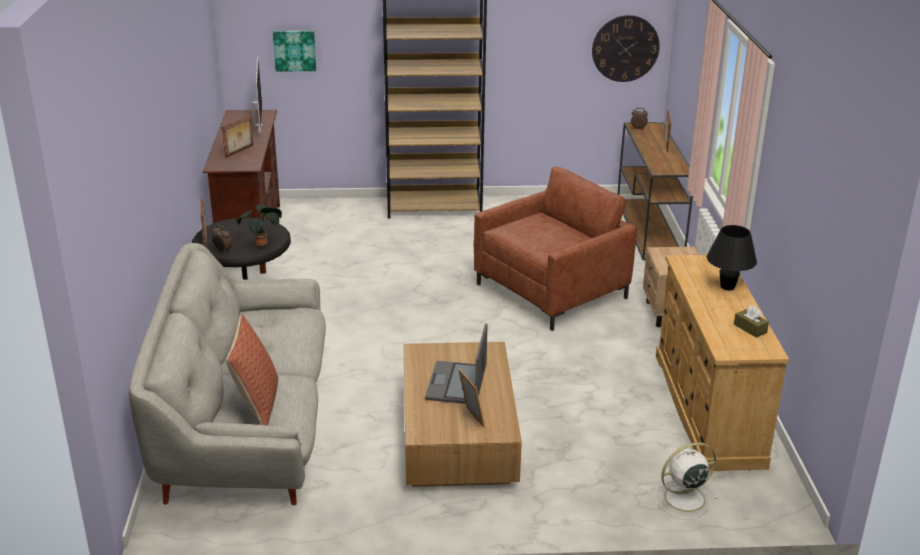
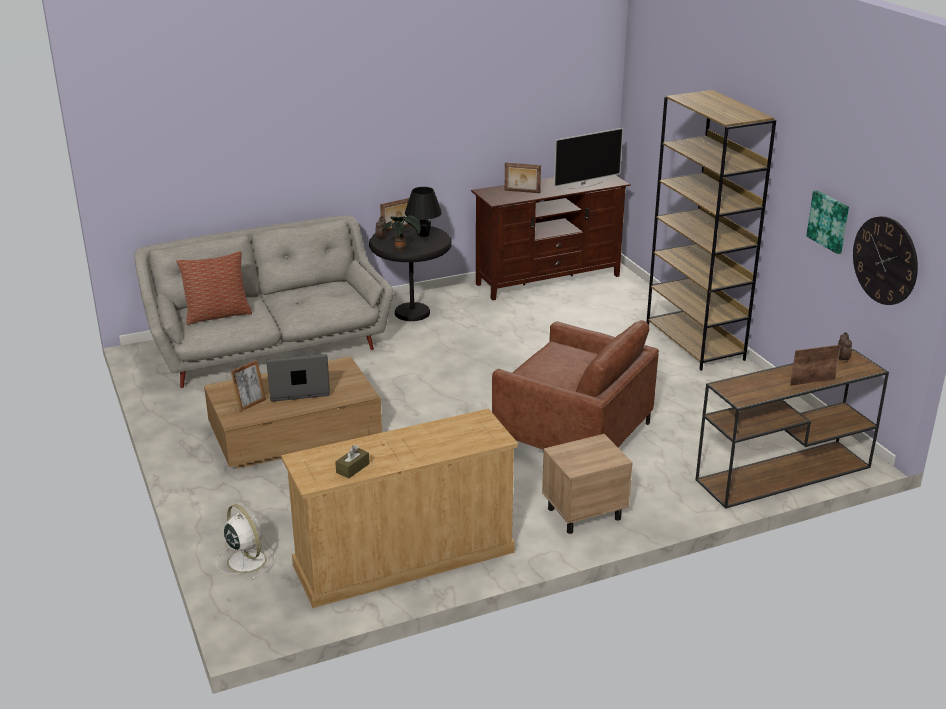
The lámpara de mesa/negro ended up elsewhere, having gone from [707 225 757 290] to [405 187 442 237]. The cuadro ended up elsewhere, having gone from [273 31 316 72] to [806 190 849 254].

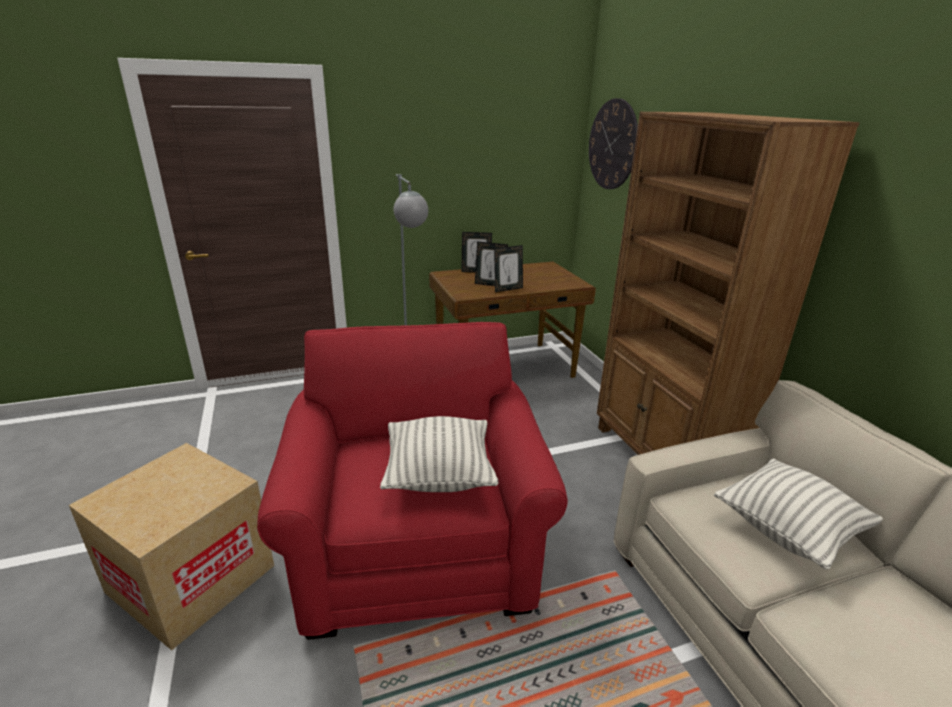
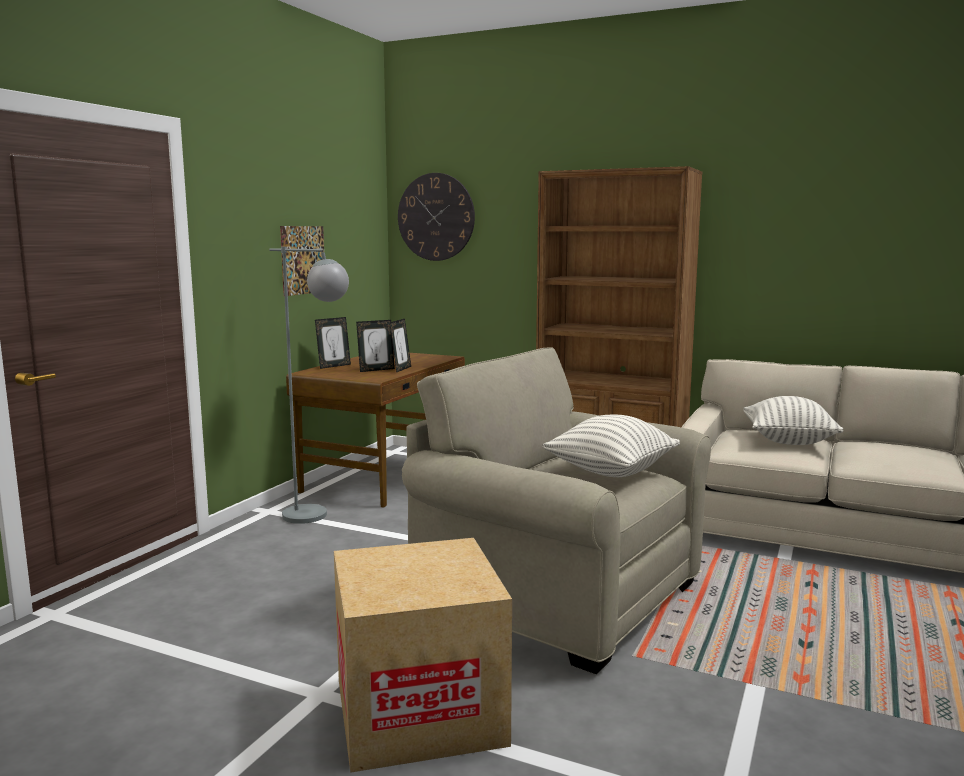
The second view gained the cuadro at [280 226 324 296]. What was the sillón/rojo at [257 322 568 640] turned into the sillón/beis at [402 348 711 674].

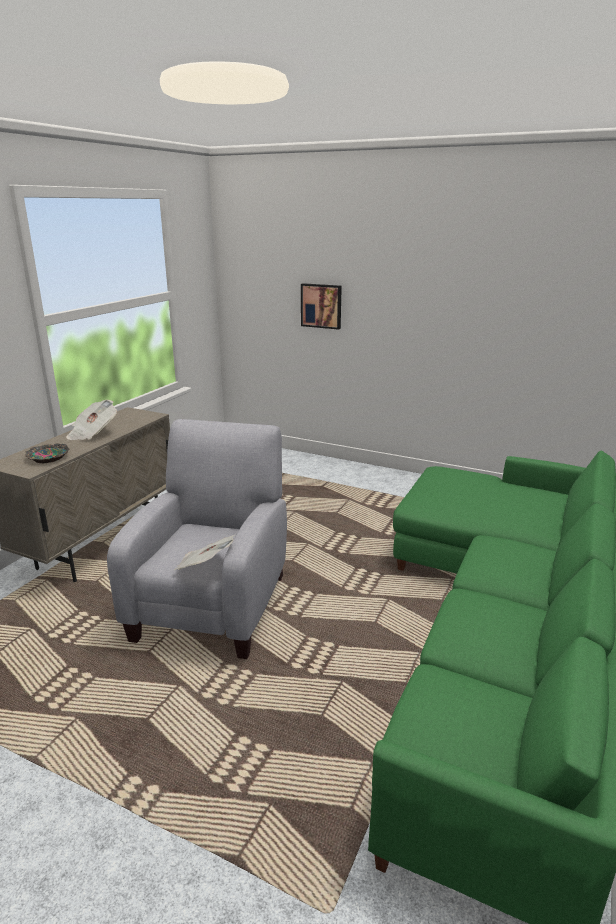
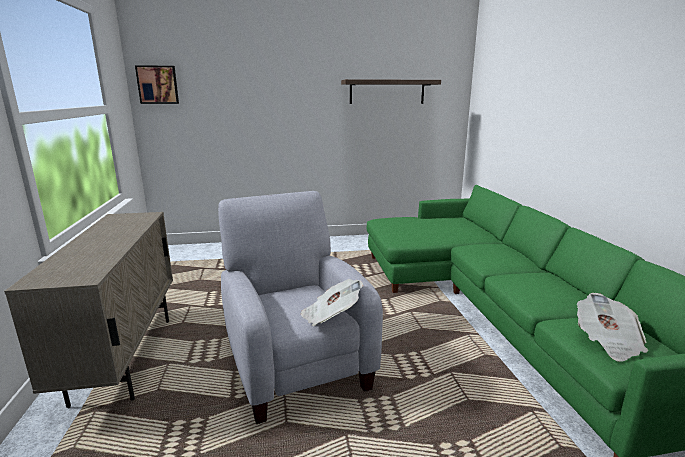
The cuadro ended up elsewhere, having gone from [301 283 342 330] to [135 65 179 104]. The second view gained the estante at [341 79 441 104]. The periódico ended up elsewhere, having gone from [66 400 117 440] to [577 293 648 362]. The second view lost the cuenco at [25 443 69 463].

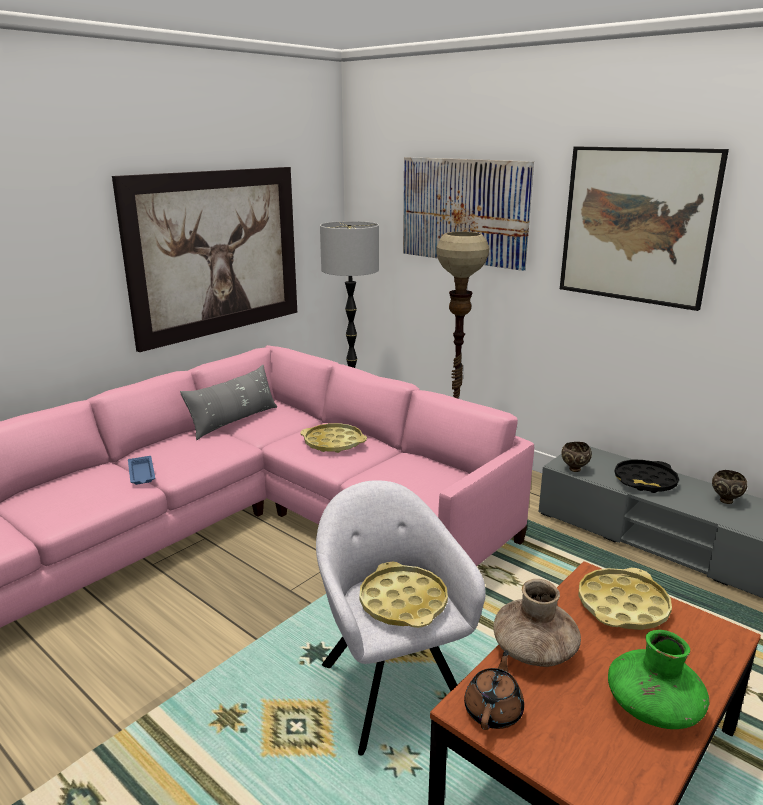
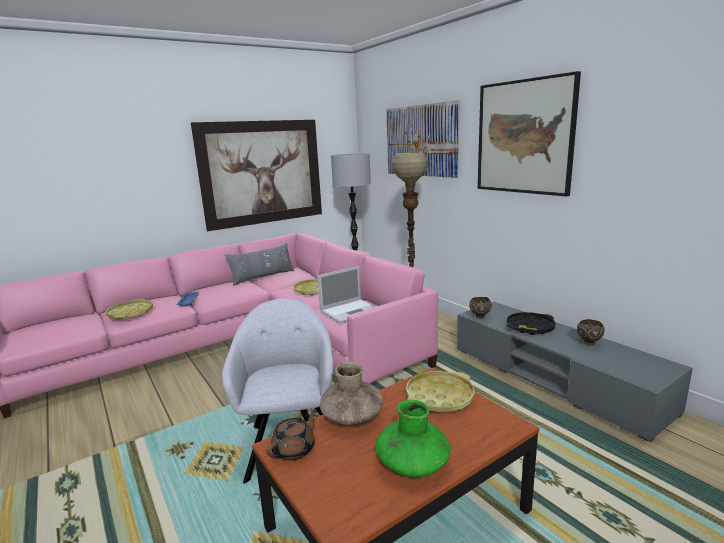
The bandeja/amarillo ended up elsewhere, having gone from [360 562 448 628] to [106 299 153 320]. The second view gained the portátil at [318 266 376 323].

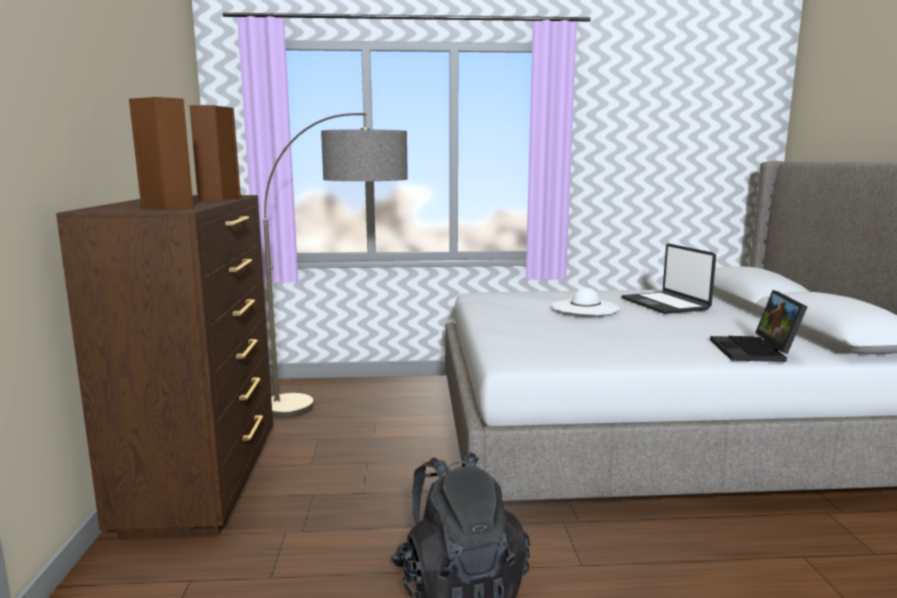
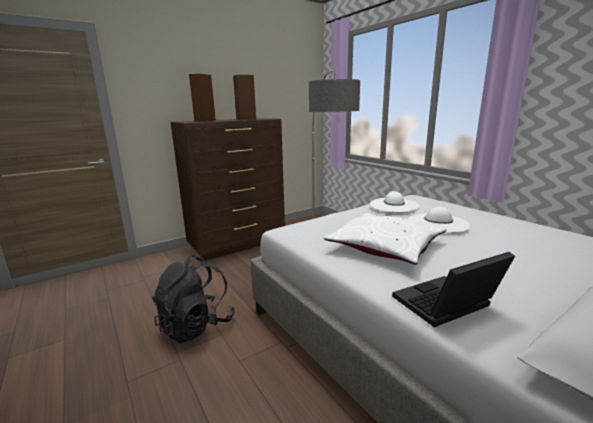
The second view gained the cojín/blanco at [324 213 446 265]. The second view gained the sombrero/blanco at [369 191 420 212]. The second view lost the portátil at [621 244 716 314].

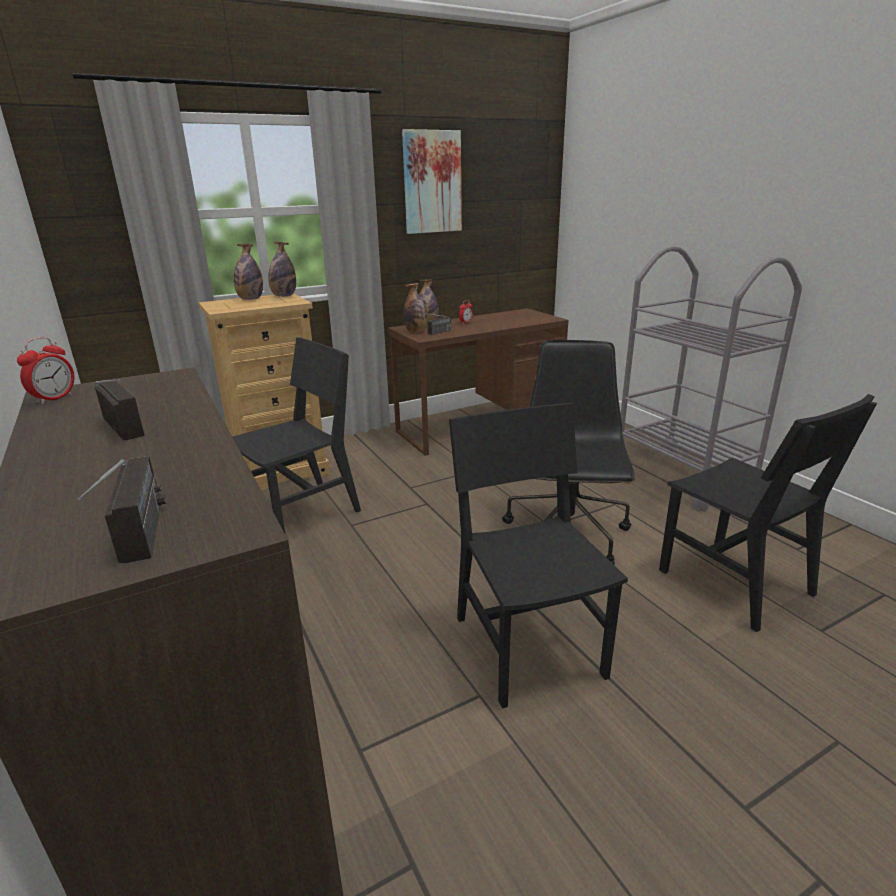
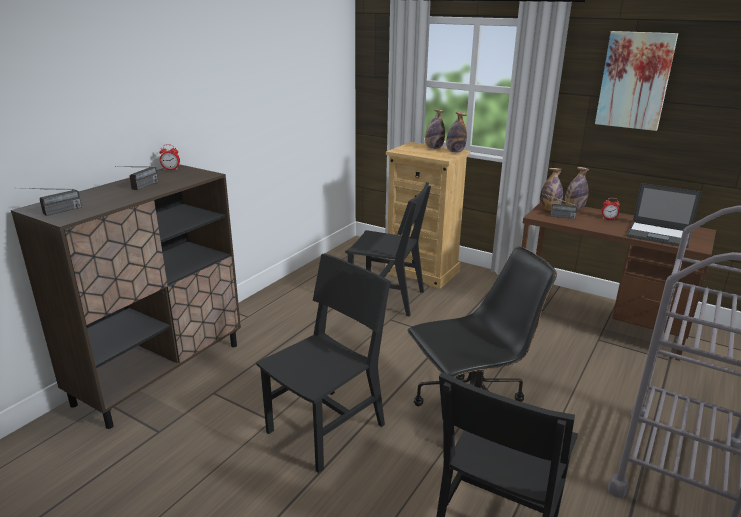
The second view gained the portátil at [627 183 702 248].

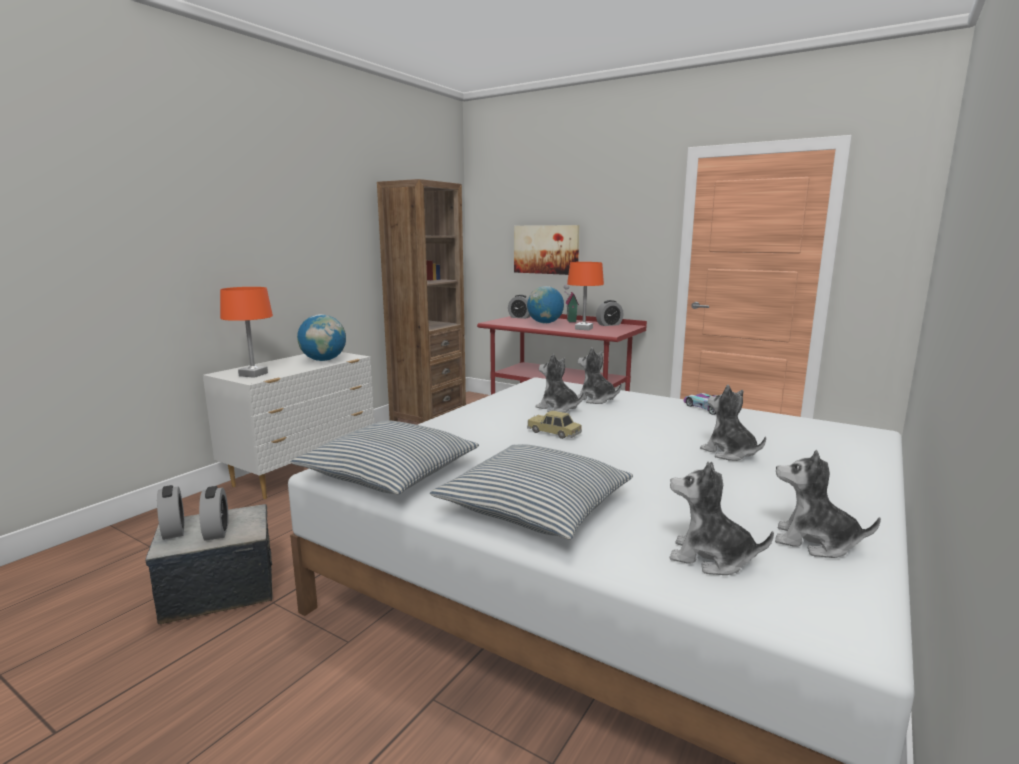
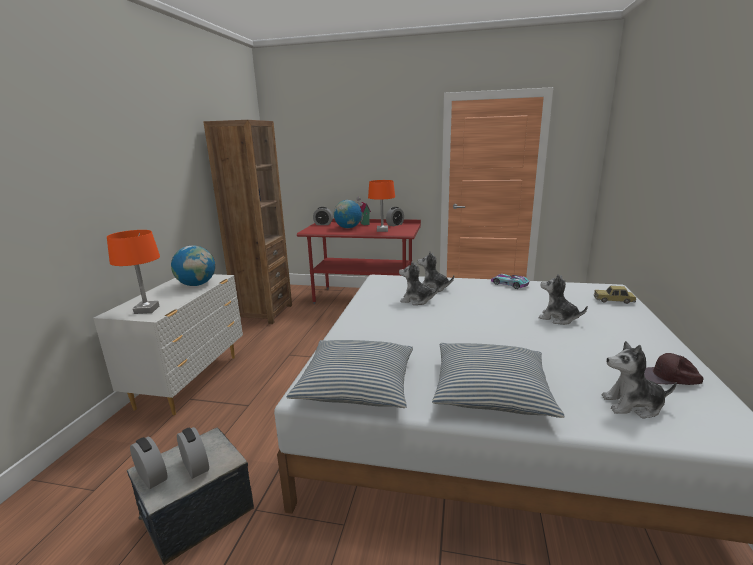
The coche de juguete ended up elsewhere, having gone from [527 411 582 439] to [594 286 637 304]. Where the peluche stood at [775 450 881 558], the gorra/marrón came to stand at [644 353 703 385]. The second view lost the cuadro at [514 225 579 275].

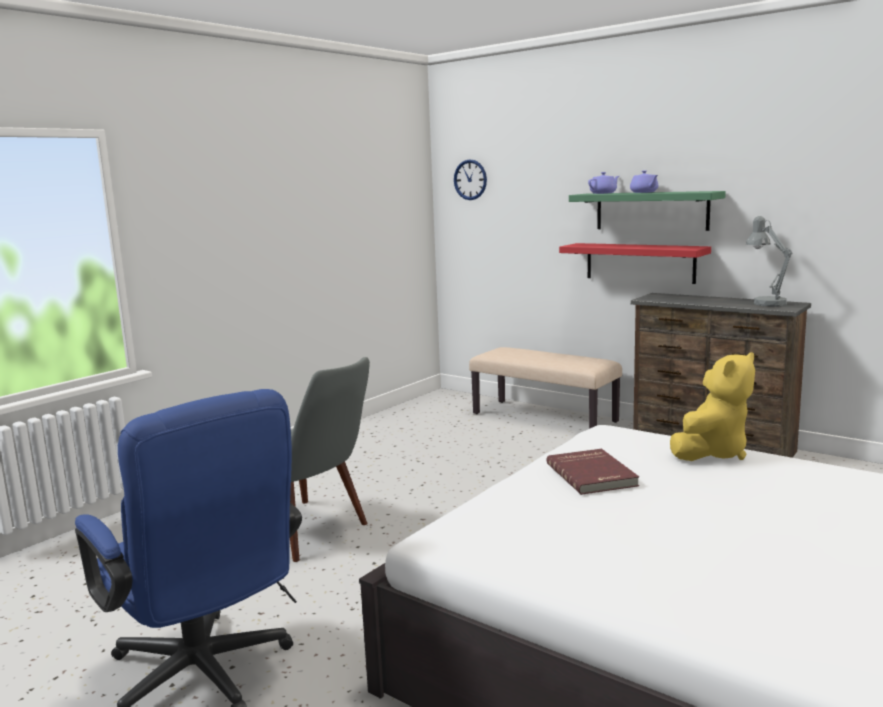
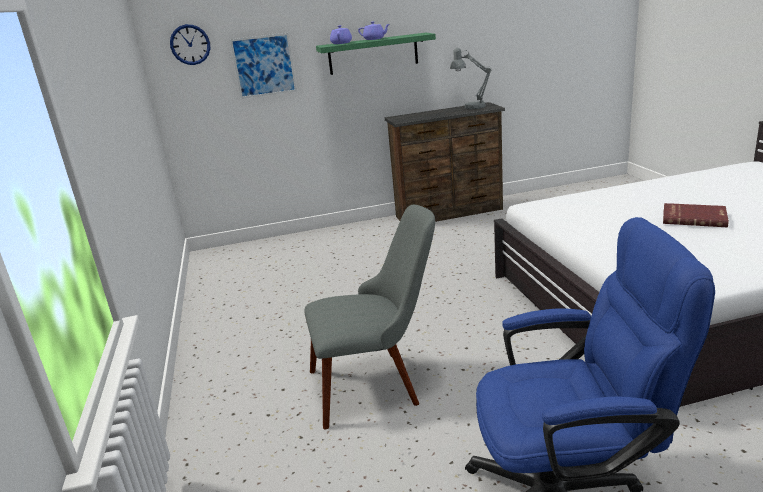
The second view gained the cuadro at [230 33 297 99]. The libro/rojo ended up elsewhere, having gone from [547 449 639 495] to [663 203 729 227]. The second view lost the banco/beis at [469 347 622 429]. The second view lost the estante/rojo at [559 243 711 284]. The second view lost the peluche/amarillo at [670 352 755 461].

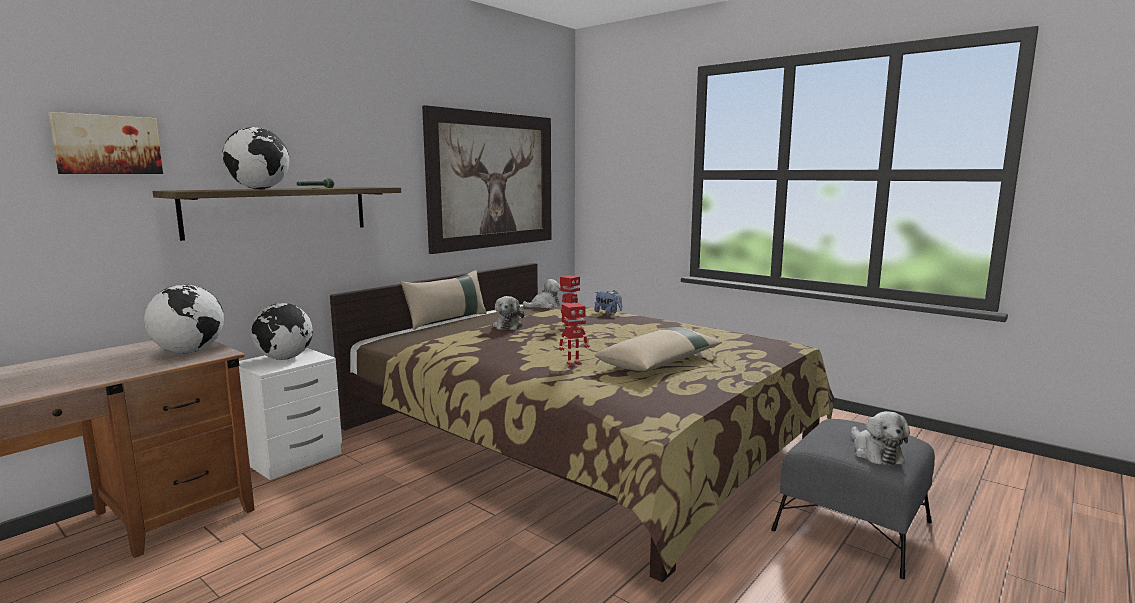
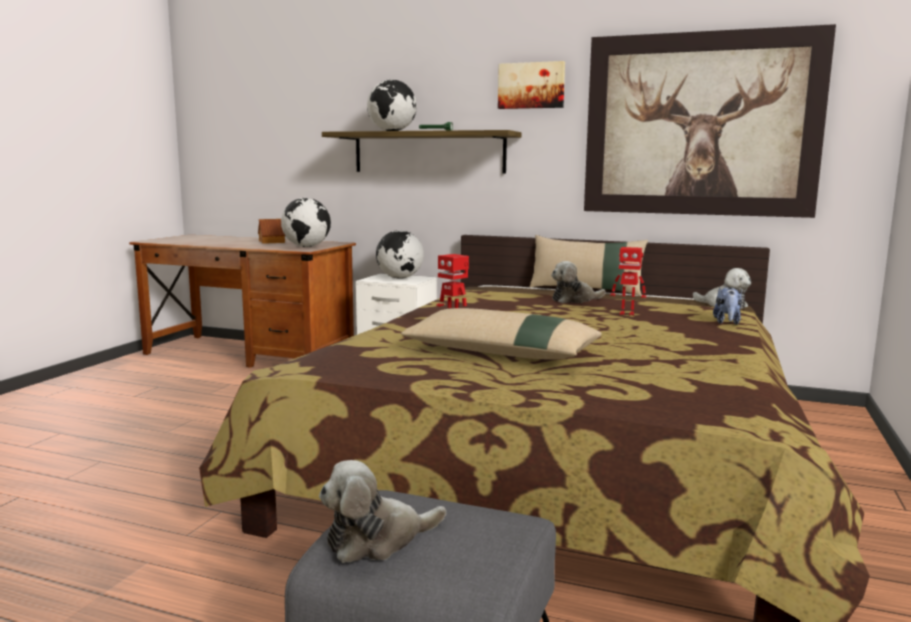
The second view gained the casita at [258 219 285 244]. The cuadro ended up elsewhere, having gone from [48 112 163 174] to [498 61 565 109].

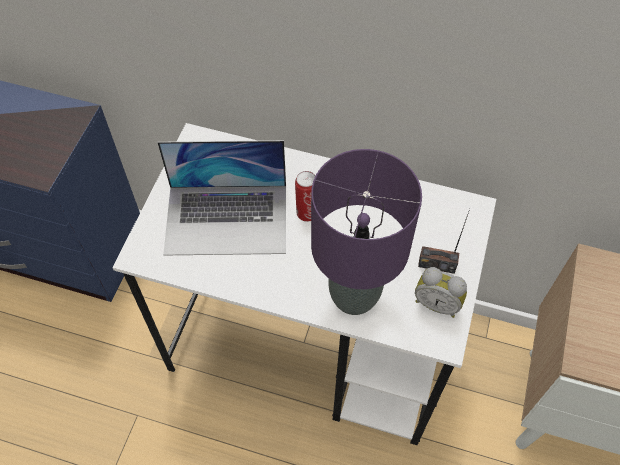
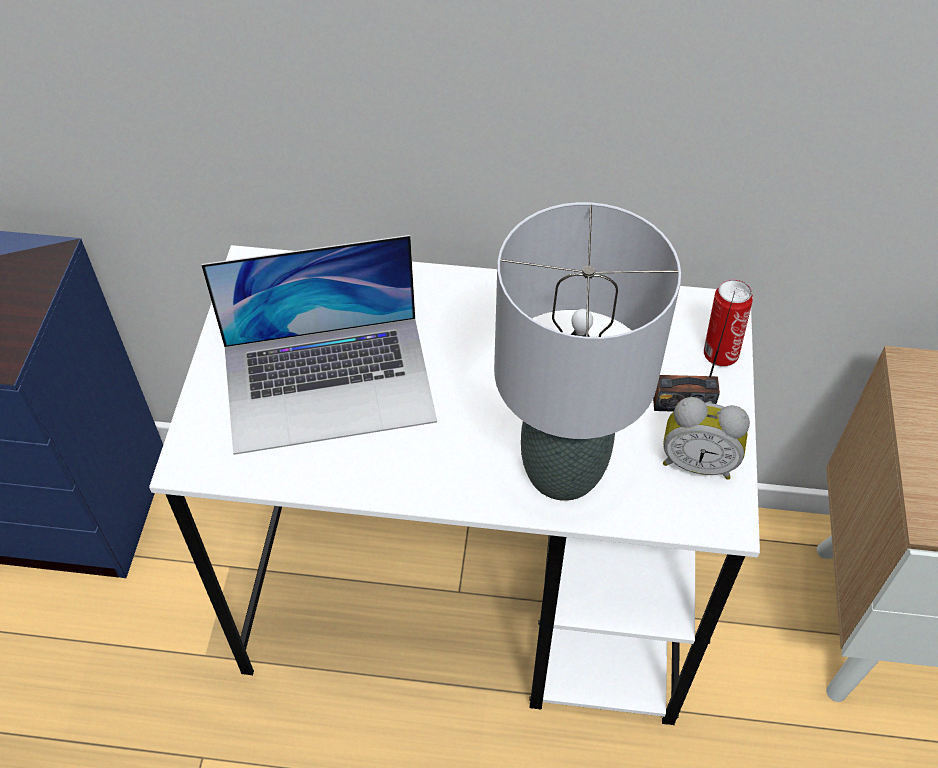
What was the lámpara de mesa/morado at [311 149 422 315] turned into the lámpara de mesa/gris at [494 202 681 501]. The lata ended up elsewhere, having gone from [295 171 315 222] to [704 279 753 367].

